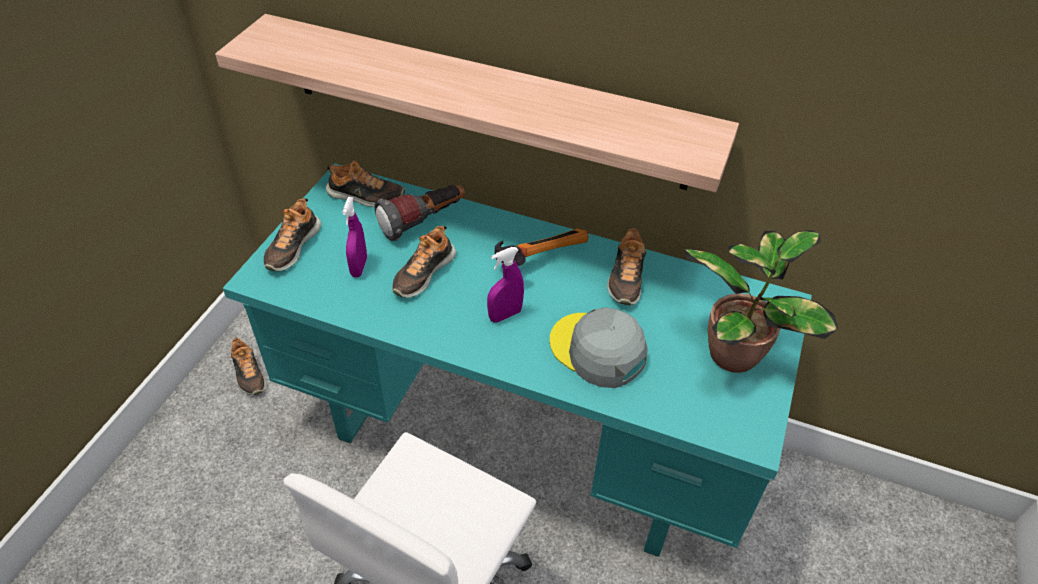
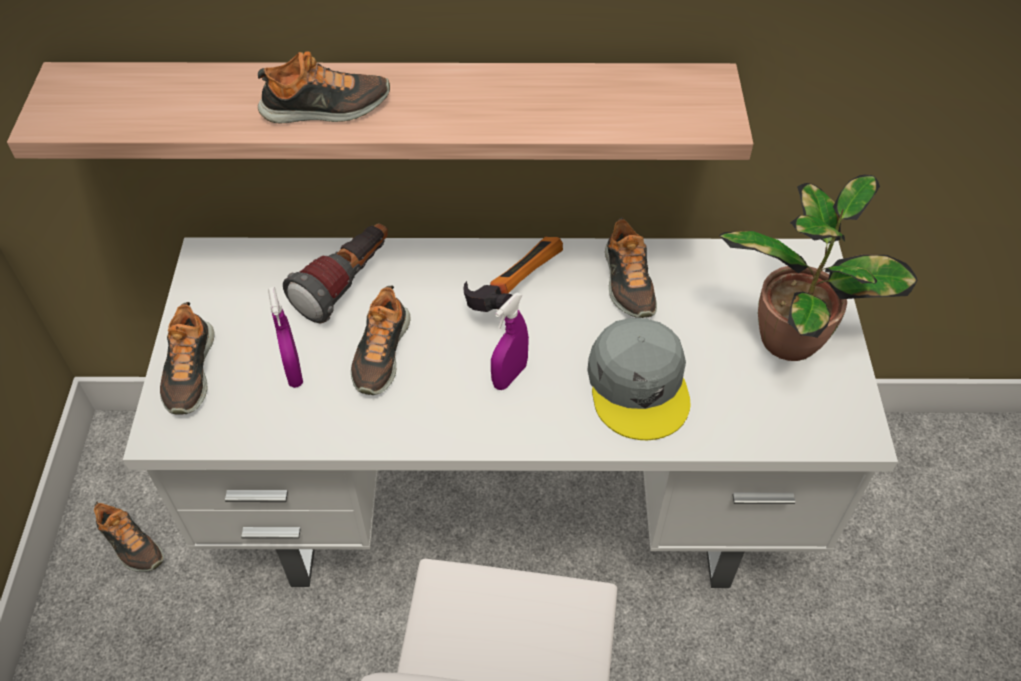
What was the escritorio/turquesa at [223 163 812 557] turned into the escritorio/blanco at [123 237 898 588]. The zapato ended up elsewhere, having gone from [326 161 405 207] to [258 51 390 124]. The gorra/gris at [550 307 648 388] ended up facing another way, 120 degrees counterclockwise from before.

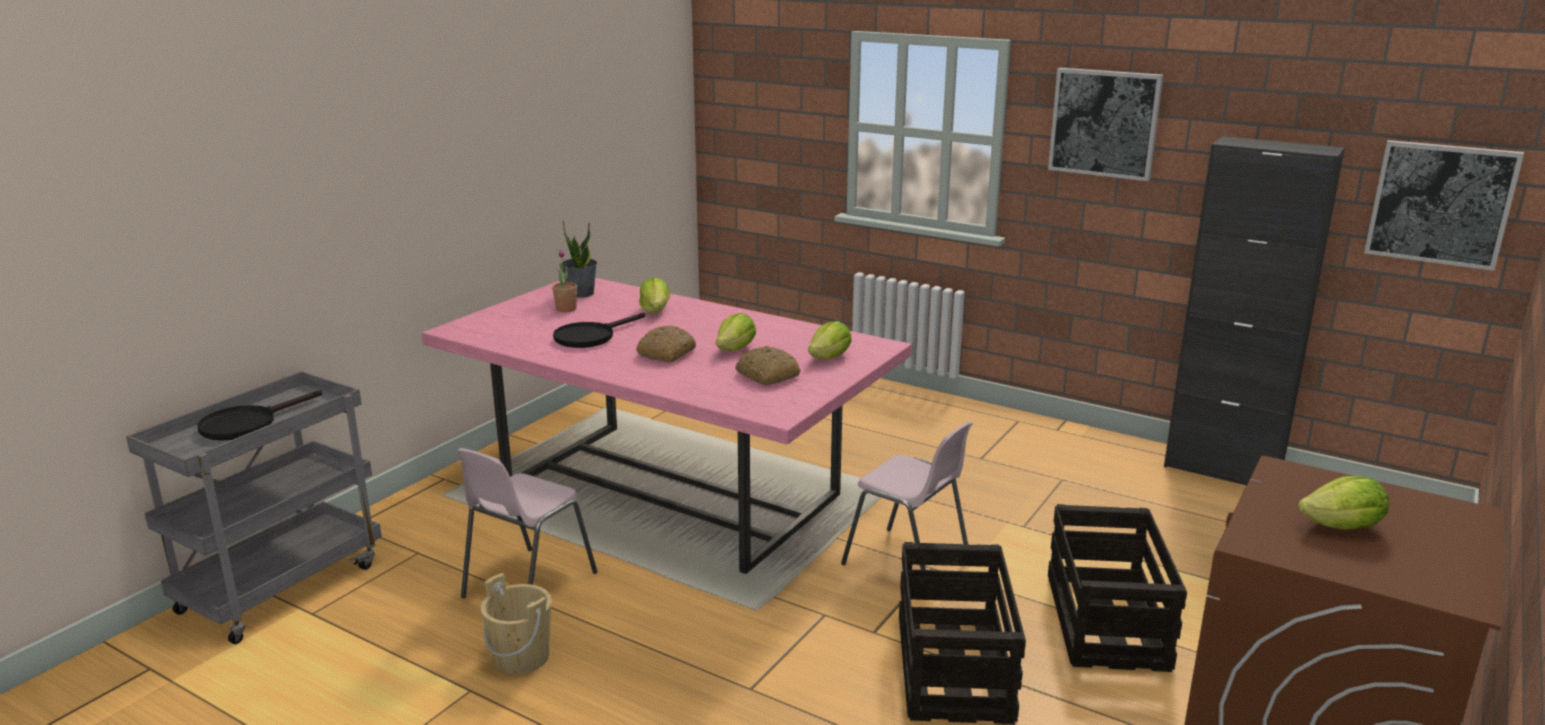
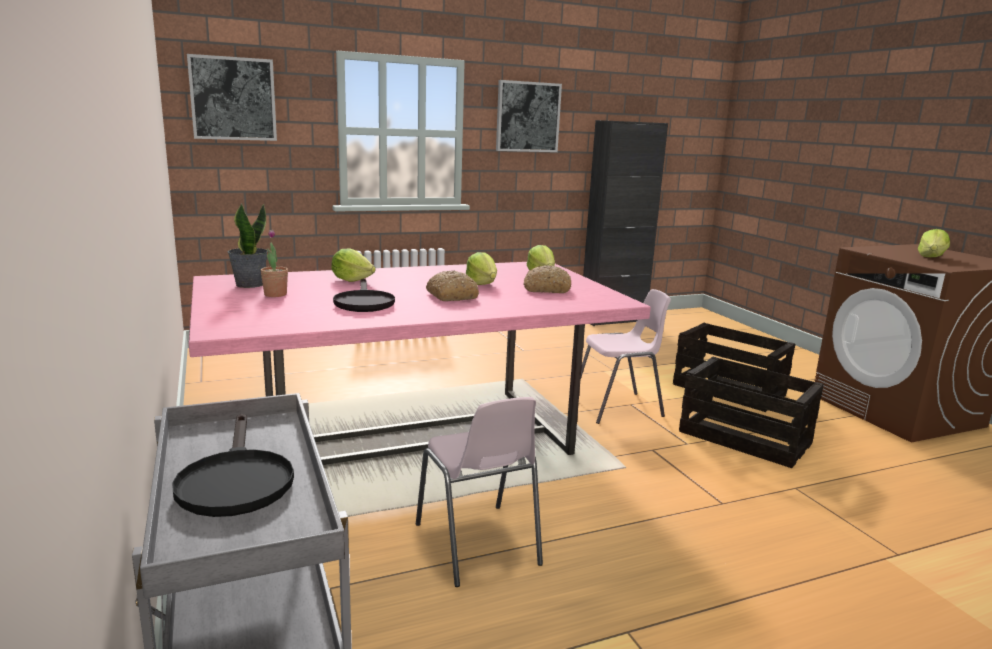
The cuadro ended up elsewhere, having gone from [1364 140 1524 271] to [187 54 277 141]. The second view lost the cubo/beis at [480 573 552 675].

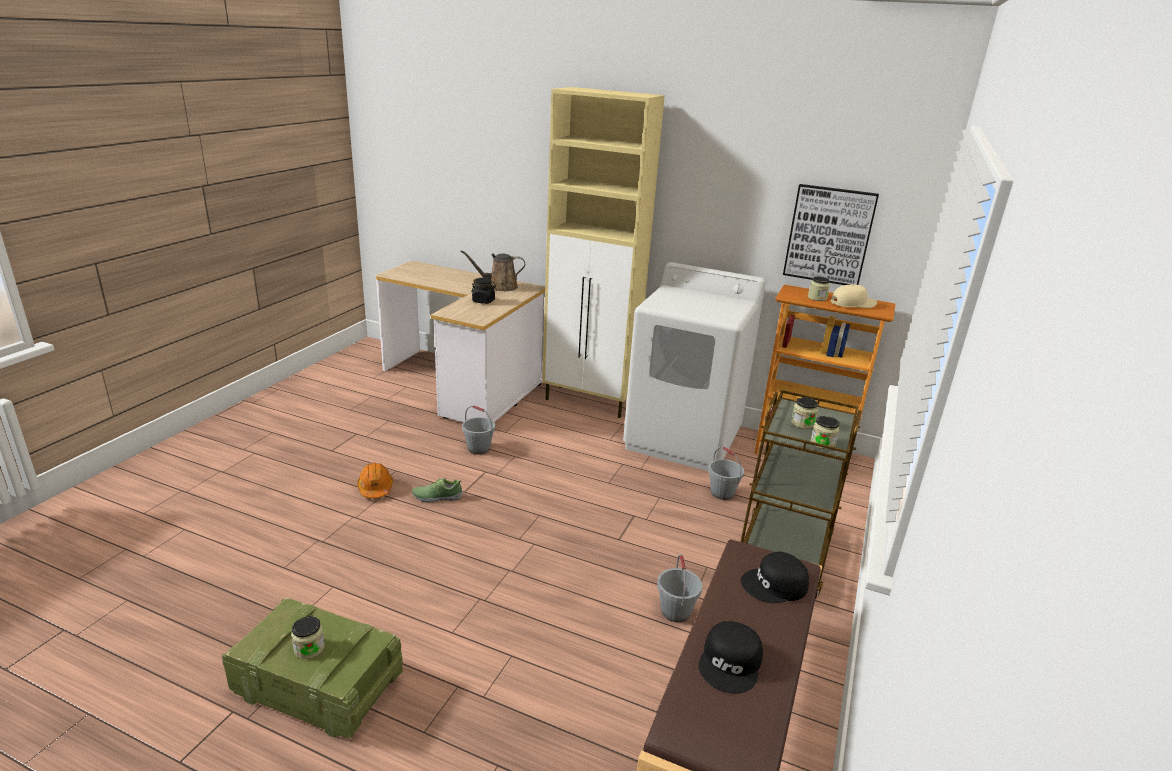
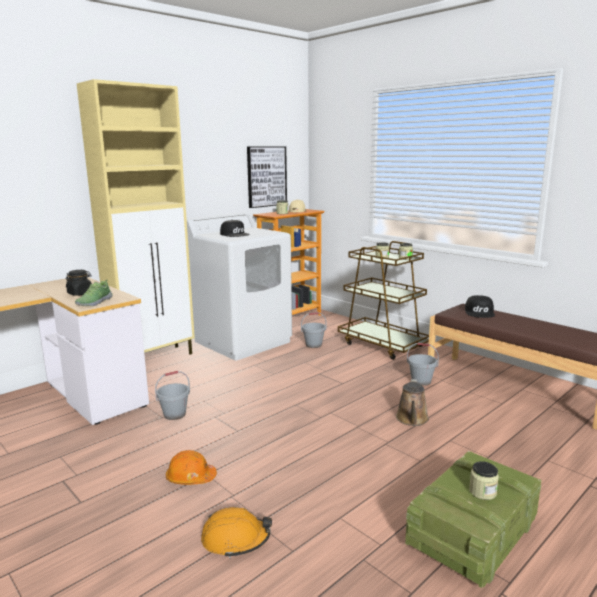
The zapato ended up elsewhere, having gone from [412 478 463 503] to [75 280 113 306]. The second view gained the casco/naranja at [201 507 272 558]. The gorra/negro ended up elsewhere, having gone from [699 621 763 693] to [220 220 250 237]. The regadera/marrón ended up elsewhere, having gone from [460 250 525 291] to [396 379 429 426].

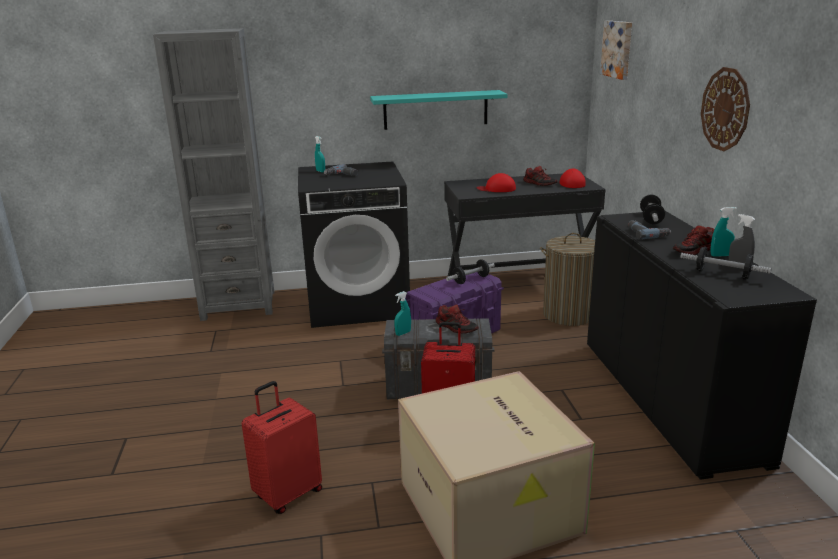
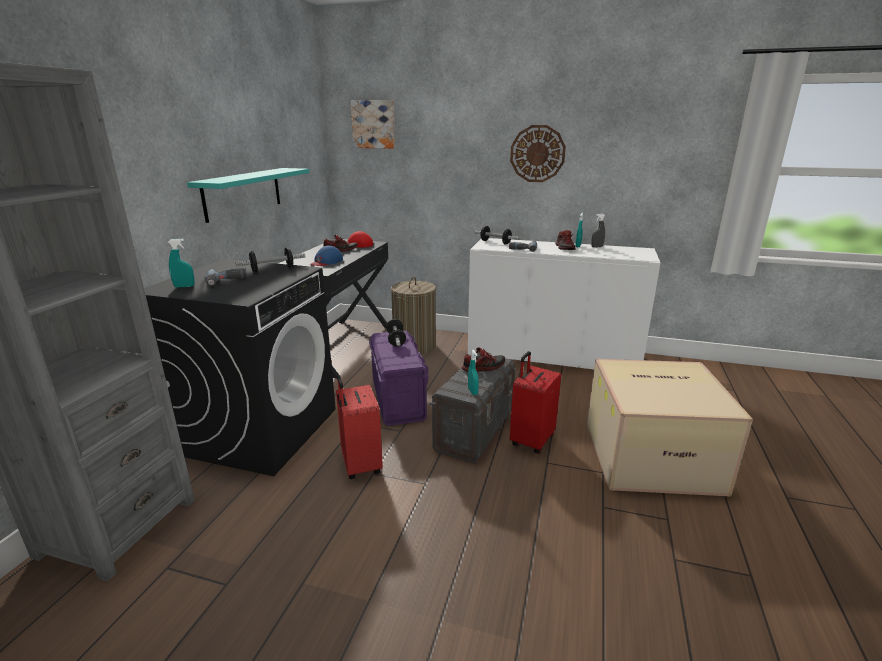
The mancuerna ended up elsewhere, having gone from [680 246 771 280] to [235 247 306 273]. What was the gorra/rojo at [476 173 516 192] turned into the gorra/azul at [310 245 343 266]. The maleta/rojo ended up elsewhere, having gone from [242 381 322 514] to [336 375 383 479]. What was the armario/negro at [587 211 817 480] turned into the armario/blanco at [468 238 660 369].

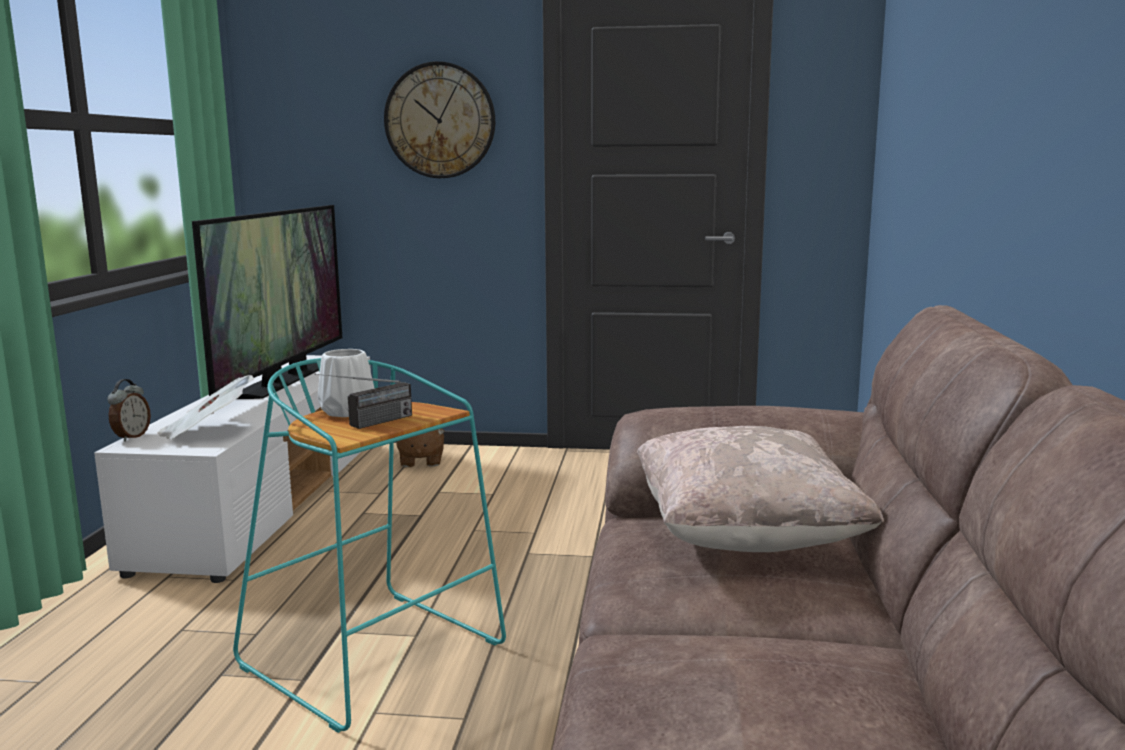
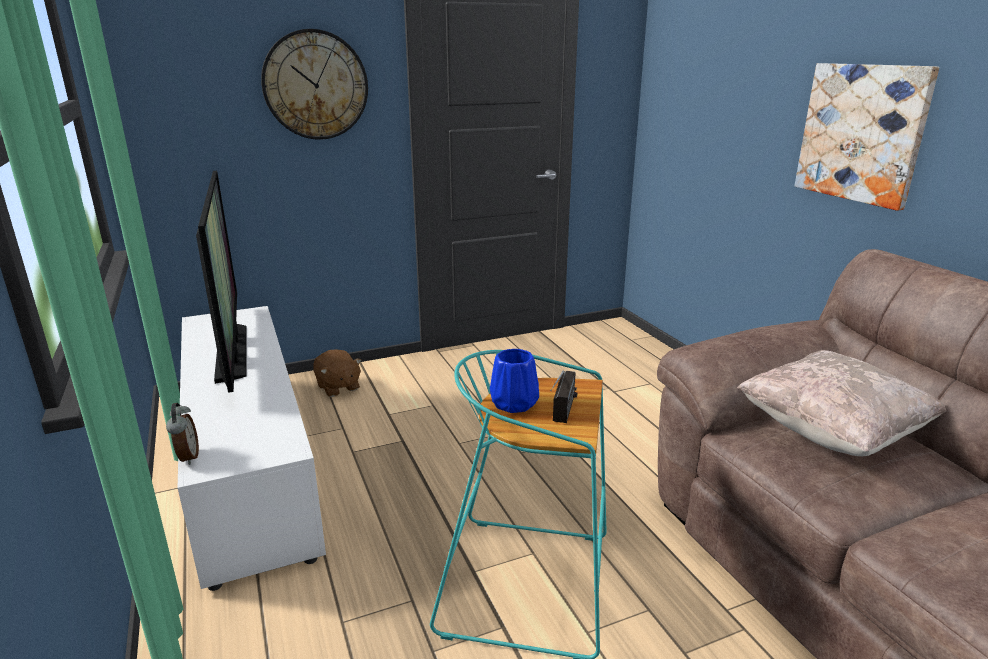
What was the florero/blanco at [318 349 374 417] turned into the florero/azul at [490 349 539 413]. The second view gained the cuadro at [795 63 939 211]. The second view lost the periódico at [158 375 254 440].

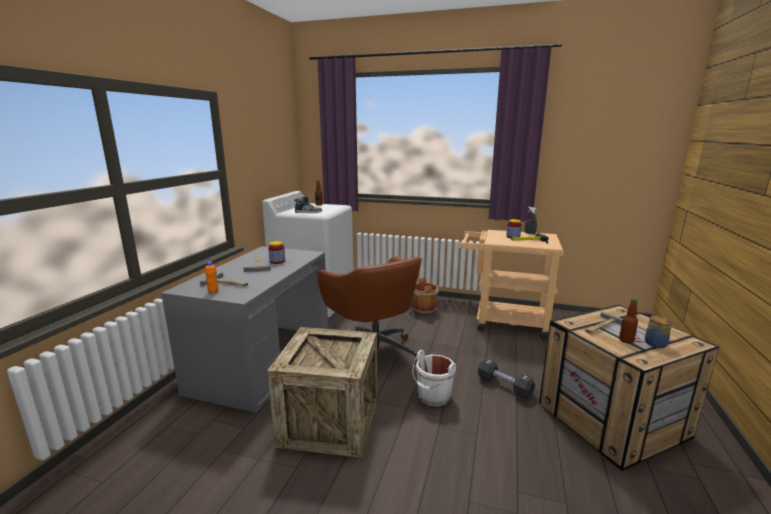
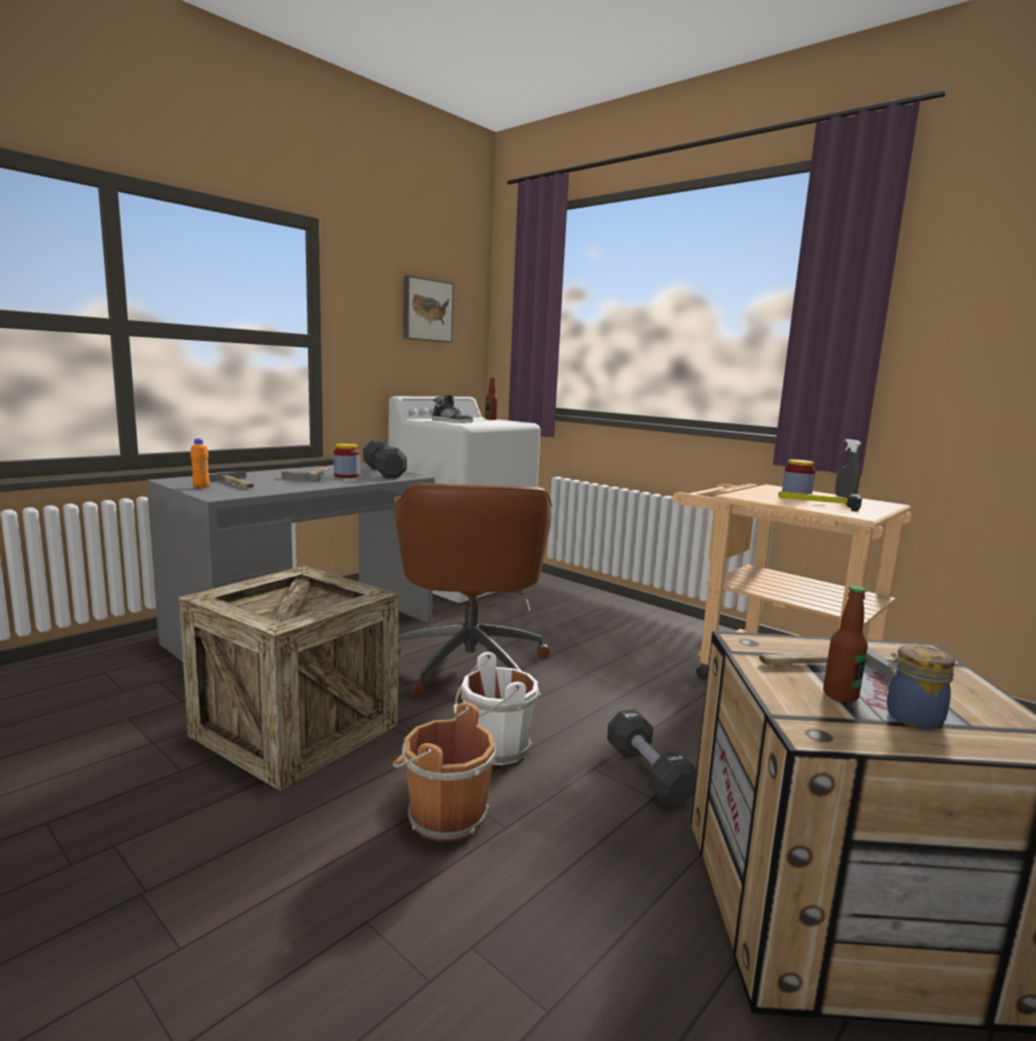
The second view gained the mancuerna/negro at [363 441 407 478]. The cubo/marrón ended up elsewhere, having gone from [413 277 439 314] to [392 702 496 842]. The second view gained the cuadro at [403 275 454 342].

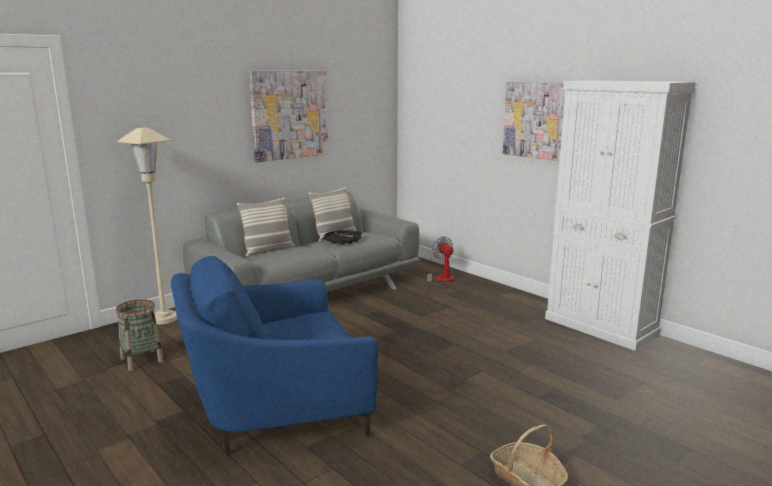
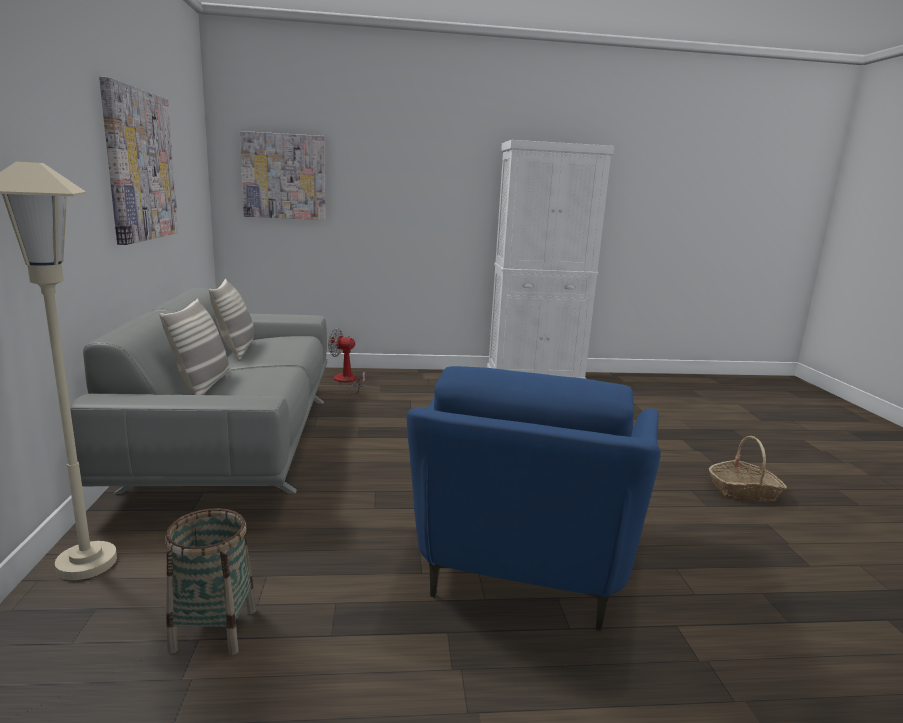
The cuadro ended up elsewhere, having gone from [503 82 565 161] to [240 131 326 220]. The second view lost the bandeja/negro at [322 230 362 244].

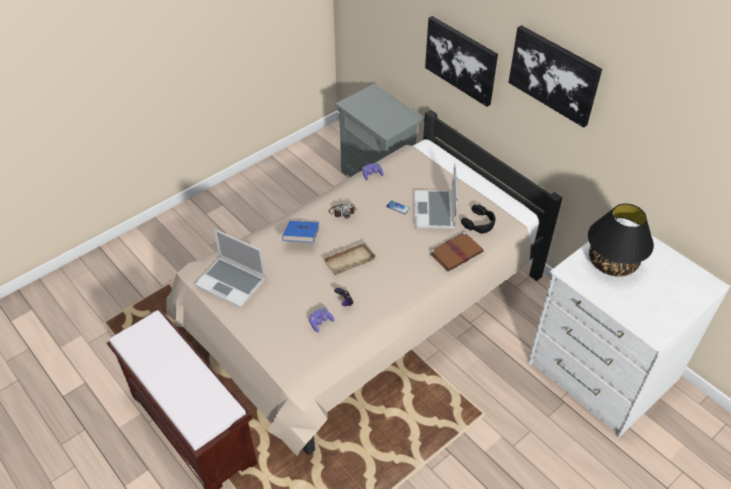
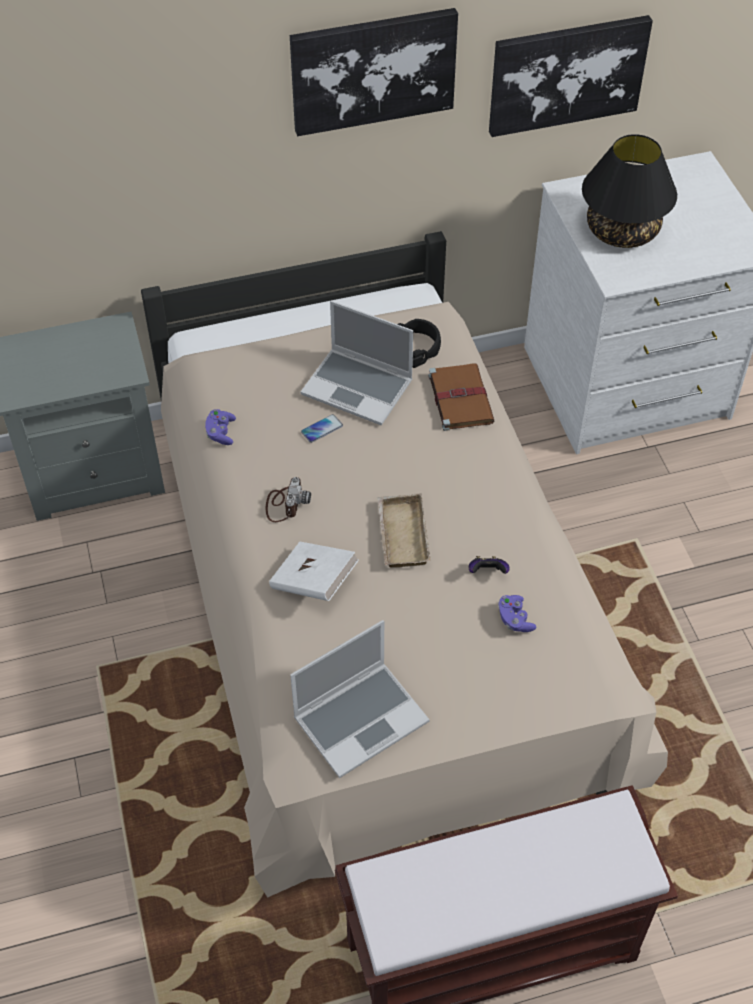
What was the libro/azul at [282 221 319 243] turned into the libro/blanco at [269 542 359 601]. The cuadro ended up elsewhere, having gone from [425 16 498 107] to [489 15 653 137].

